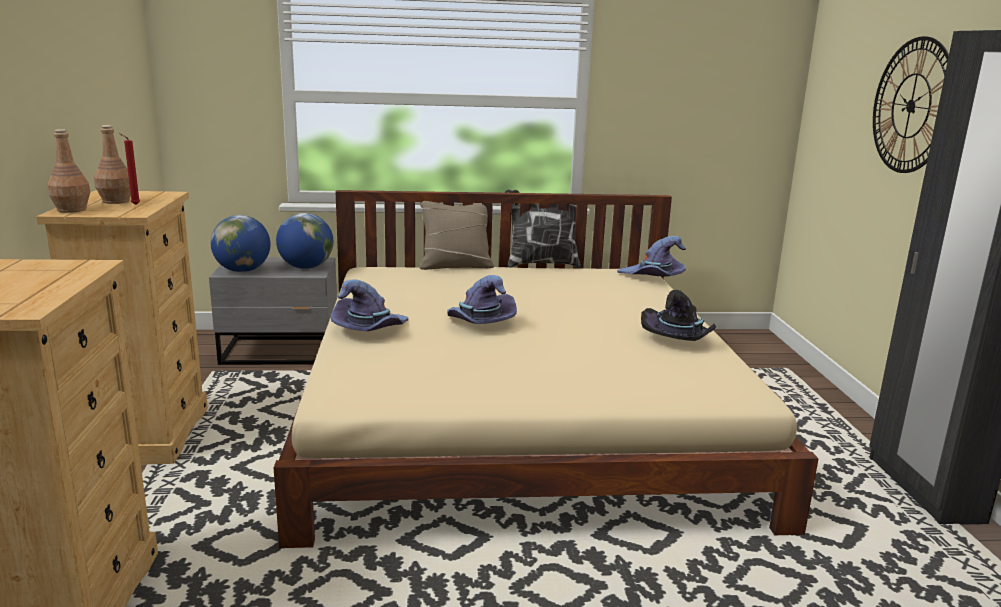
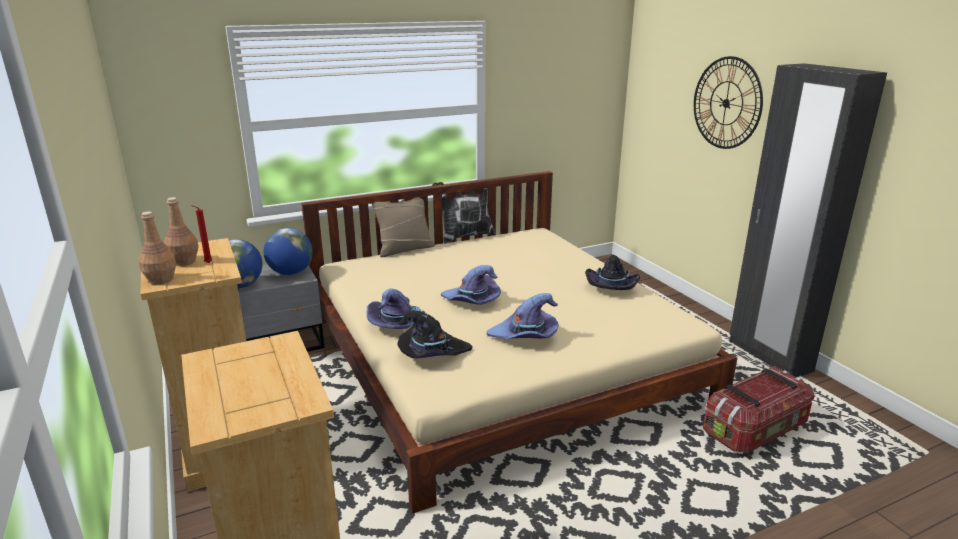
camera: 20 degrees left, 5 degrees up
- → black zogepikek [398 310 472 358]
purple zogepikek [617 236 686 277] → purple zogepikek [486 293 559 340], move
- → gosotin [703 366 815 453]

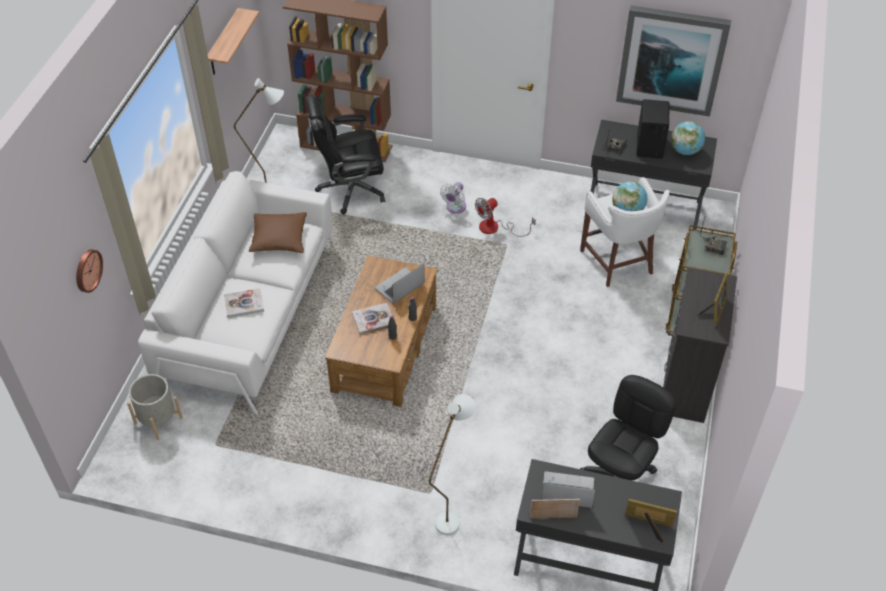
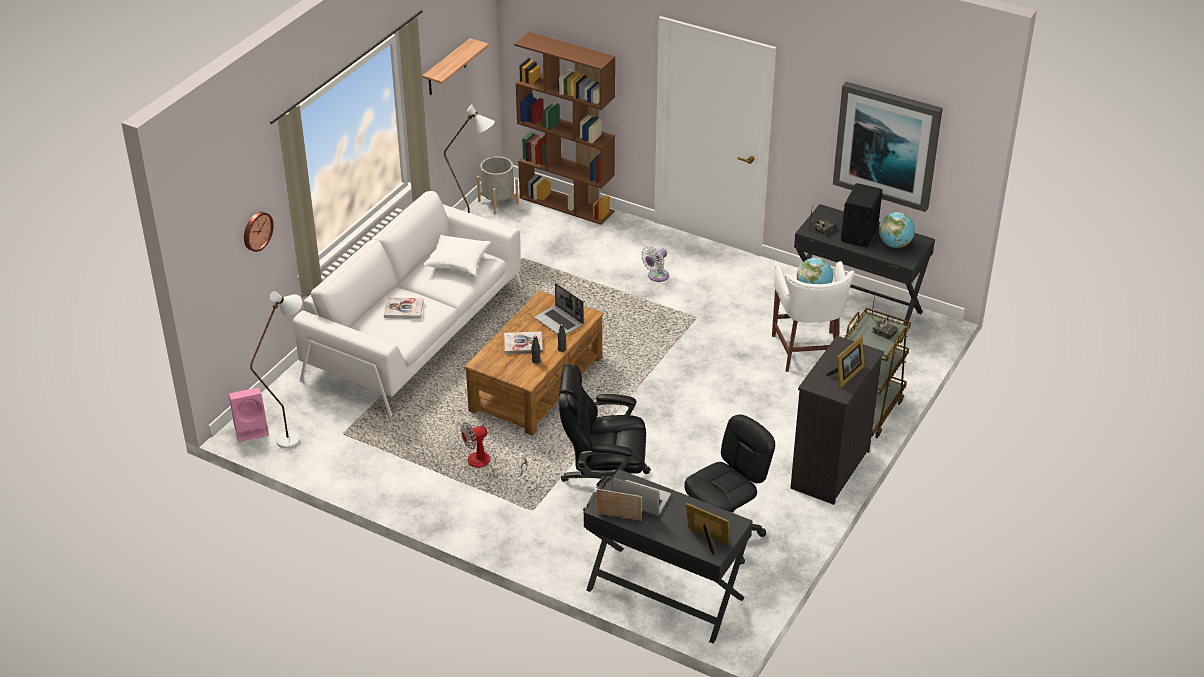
camera: 15 degrees right, 10 degrees down
- → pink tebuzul [229 388 269 442]
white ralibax [429 394 476 535] → white ralibax [250 291 302 449], move
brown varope [249 212 307 253] → white varope [423 235 491 276]
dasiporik [475 198 536 237] → dasiporik [461 422 527 477], move
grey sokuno [127 374 183 440] → grey sokuno [477 157 519 214], move
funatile [375 264 425 304] → funatile [534 283 584 334], 105 degrees counterclockwise
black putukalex [305 95 385 214] → black putukalex [559 364 651 511], move

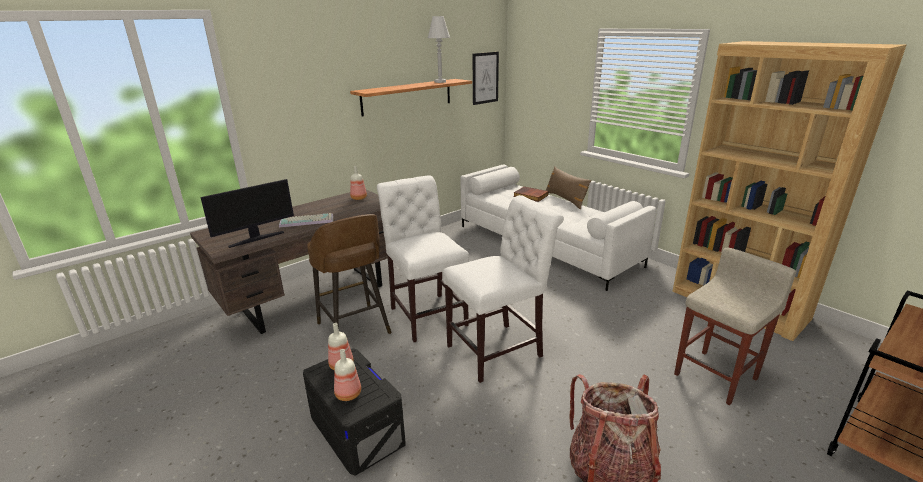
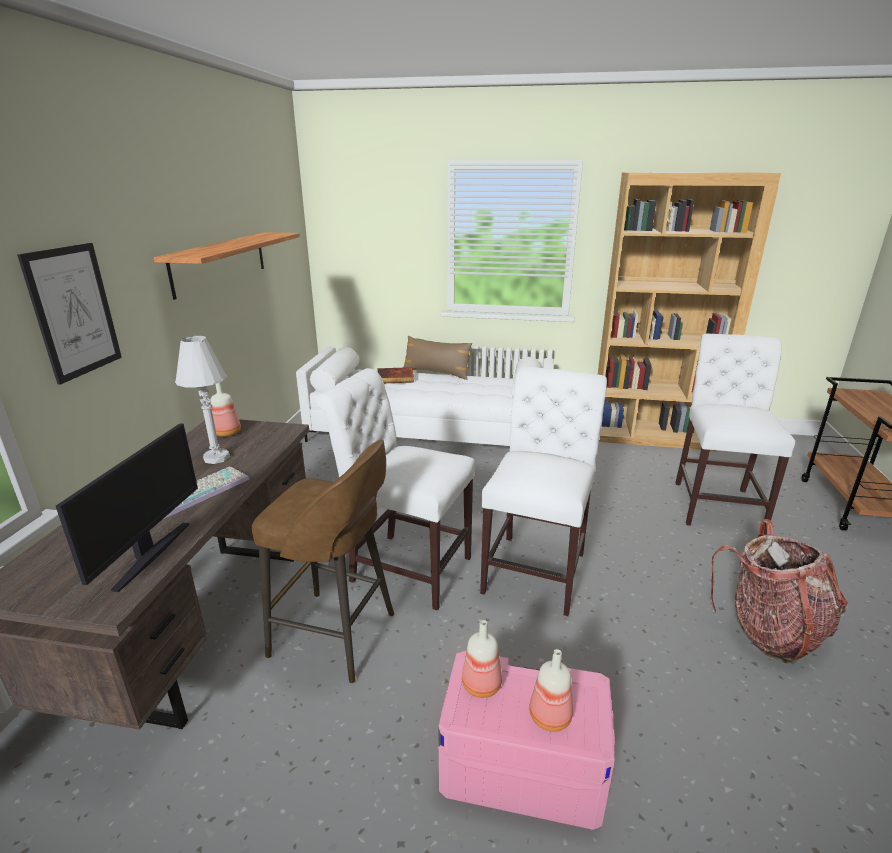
camera: 40 degrees left, 0 degrees up
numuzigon [473 52 499 105] → numuzigon [17 243 122 385], move
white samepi [428 16 450 83] → white samepi [175 336 230 464], move
black gosotin [303 348 406 476] → pink gosotin [438 651 616 830]
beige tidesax [674 247 797 405] → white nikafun [675 334 795 535]

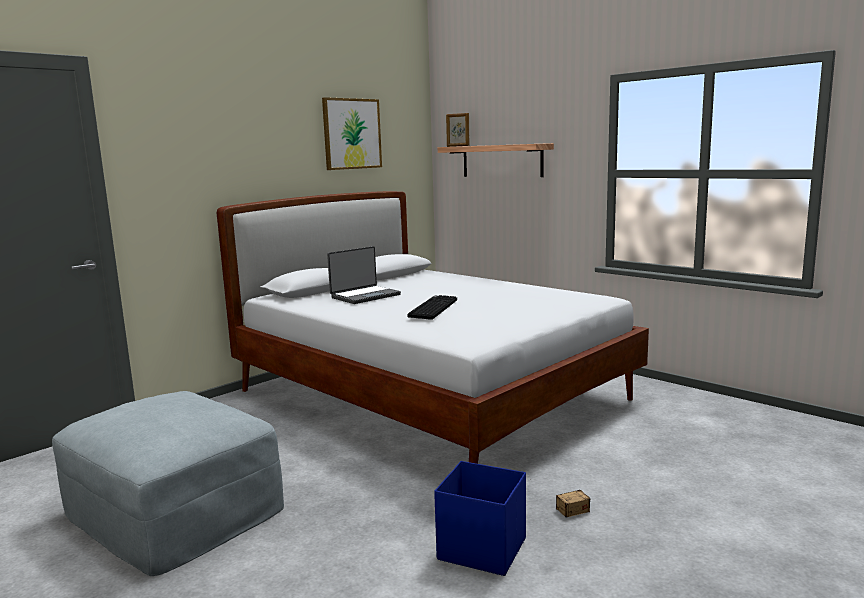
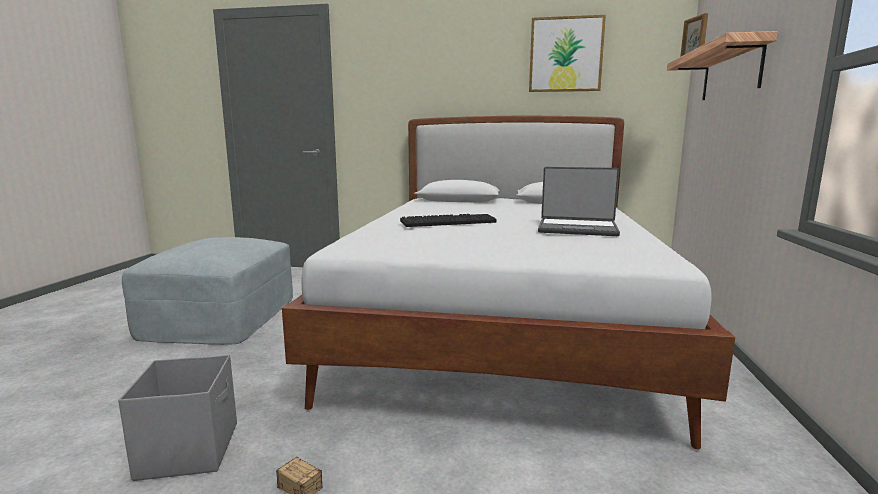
camera: 55 degrees right, 0 degrees up
blue gosotin [434 461 526 576] → grey gosotin [118 355 237 481]
funatile [327 246 401 304] → funatile [538 167 620 236], move

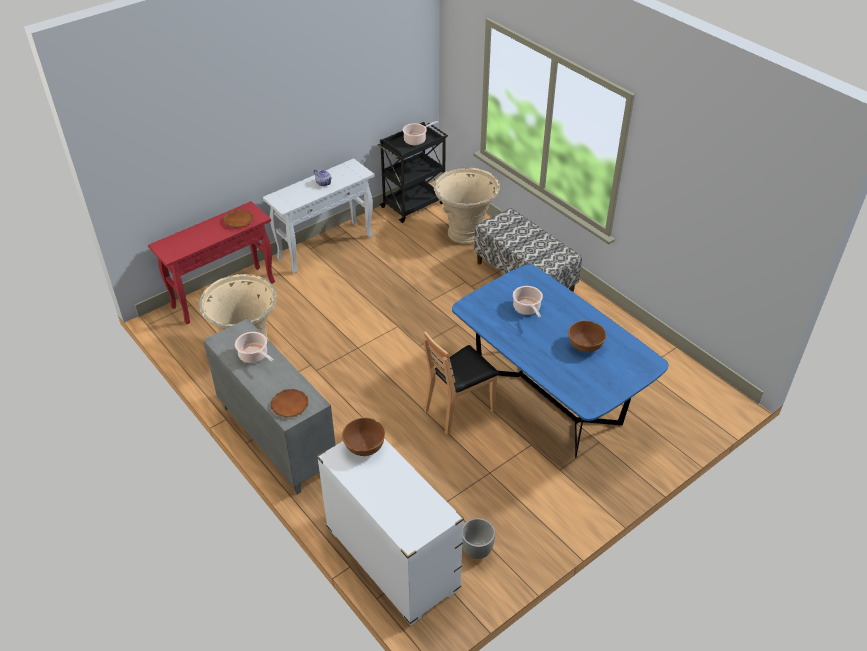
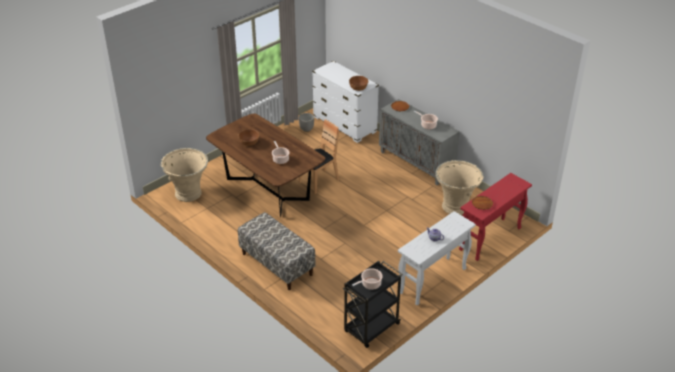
camera: 175 degrees right, 5 degrees down
beige sokuno [434 167 500 244] → beige sokuno [161 148 208 202], move
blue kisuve [452 265 669 458] → brown kisuve [206 114 325 218]

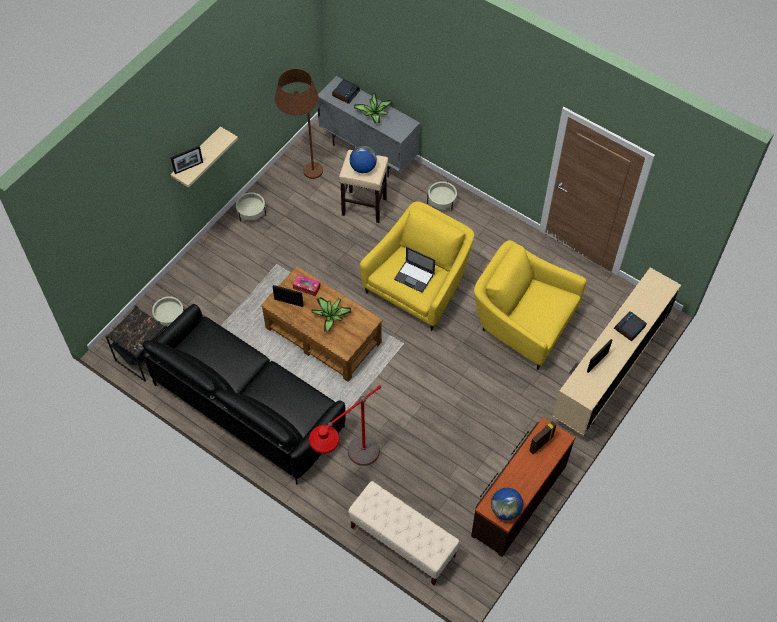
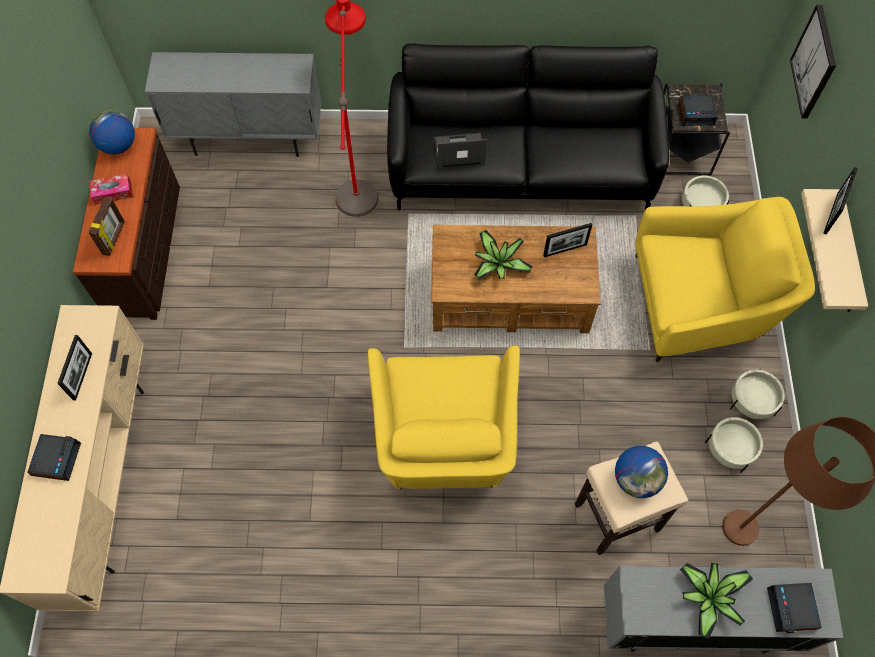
camera: 145 degrees right, 5 degrees up
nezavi [293 274 321 297] → nezavi [89 174 133 205], move
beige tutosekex [348 481 459 585] → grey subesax [145 52 321 157]
funatile [394 247 435 293] → funatile [434 133 487 168], move
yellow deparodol [474 240 587 370] → yellow deparodol [635 197 815 362], move
- → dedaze [679 95 718 126]
beige sokuno [427 181 457 211] → beige sokuno [705 417 763 473], move
- → numuzigon [790 5 836 119]

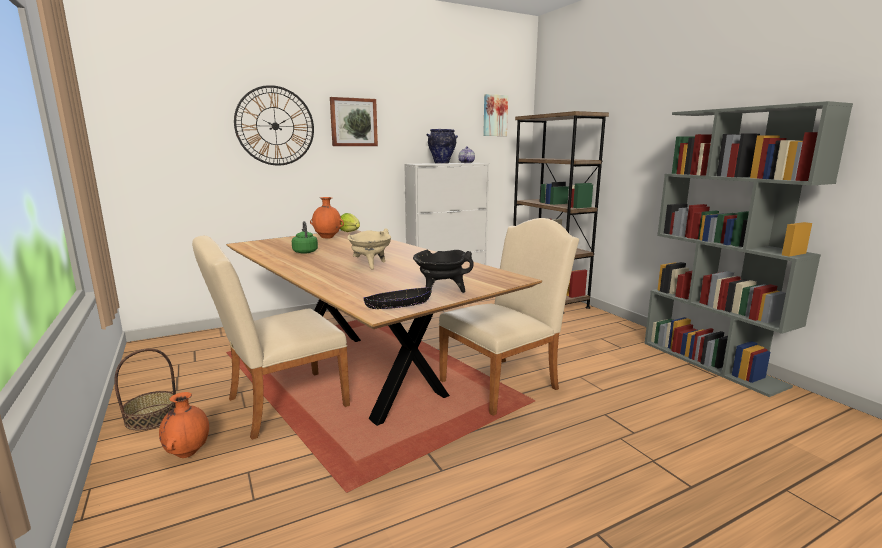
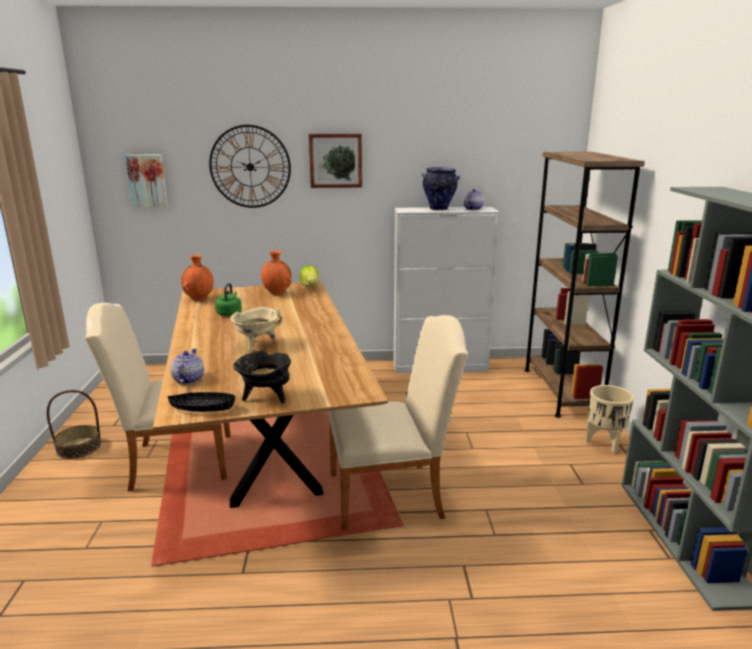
camera: 25 degrees right, 5 degrees up
numuzigon [483 94 508 136] → numuzigon [125 155 168 208], move
- → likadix [170 348 204 384]
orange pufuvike [159 392 209 458] → orange pufuvike [181 255 214 301], move
- → beige sokuno [586 385 634 453]

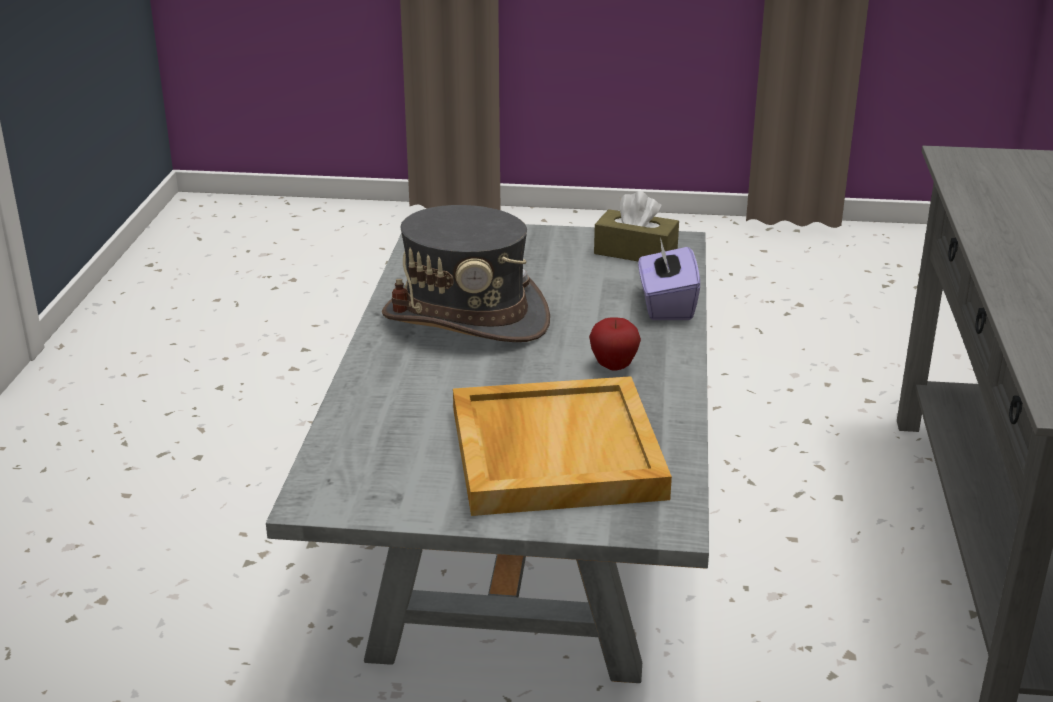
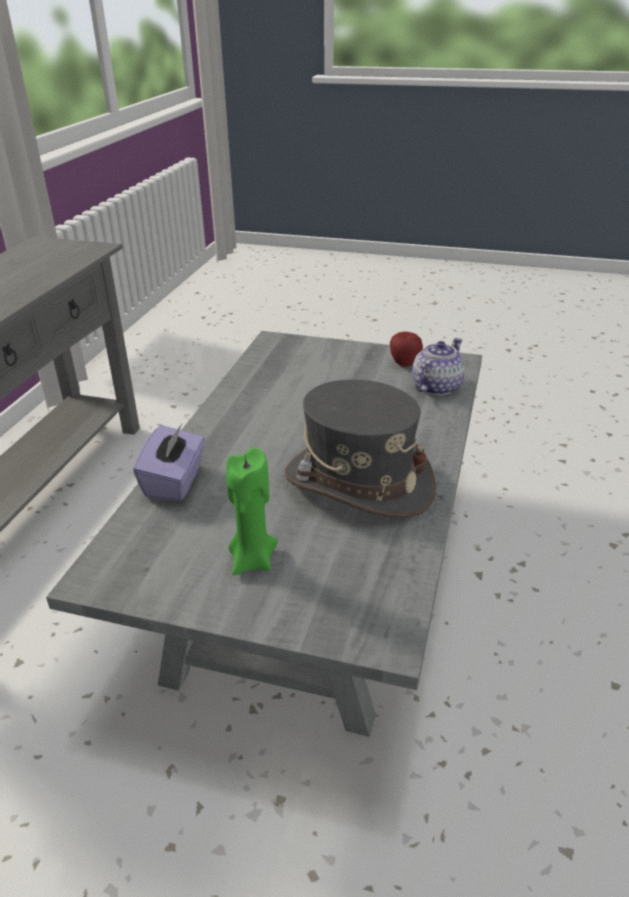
camera: 170 degrees left, 5 degrees up
- → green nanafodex [226 448 278 575]
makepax [589 317 641 371] → makepax [390 332 423 367], move
- → likadix [412 338 465 395]
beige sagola [453 376 672 516] → -
brown nezavi [594 191 679 262] → -

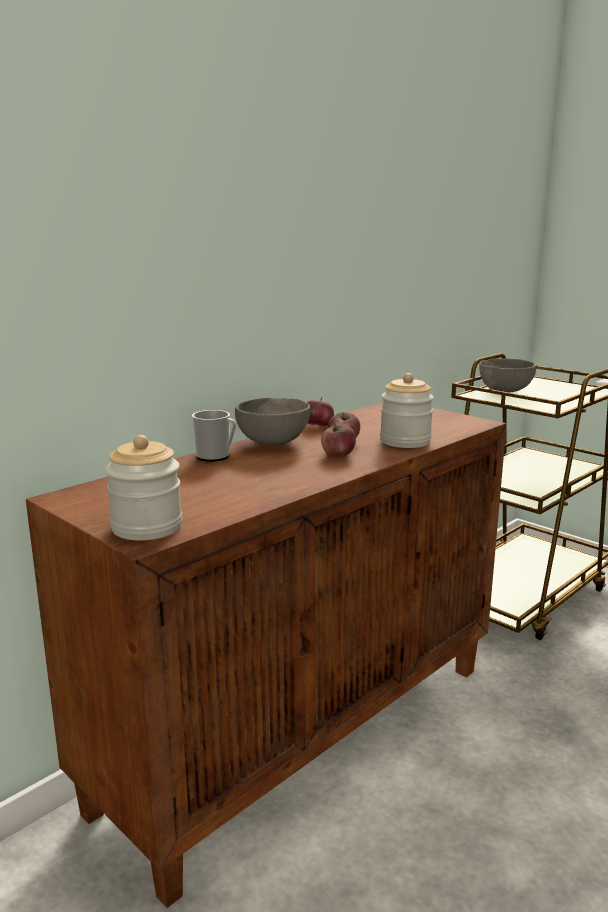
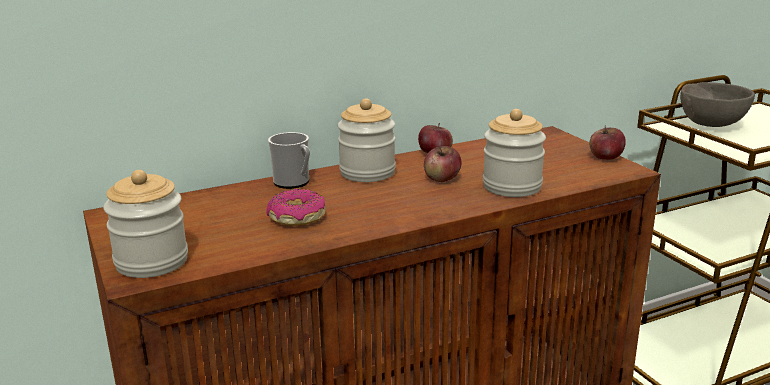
camera: 20 degrees right, 5 degrees up
- → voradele [266 189 326 226]
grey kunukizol [235 398 311 445] → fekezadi [338 99 396 182]
makepax [321 423 356 457] → makepax [589 126 626 160], move

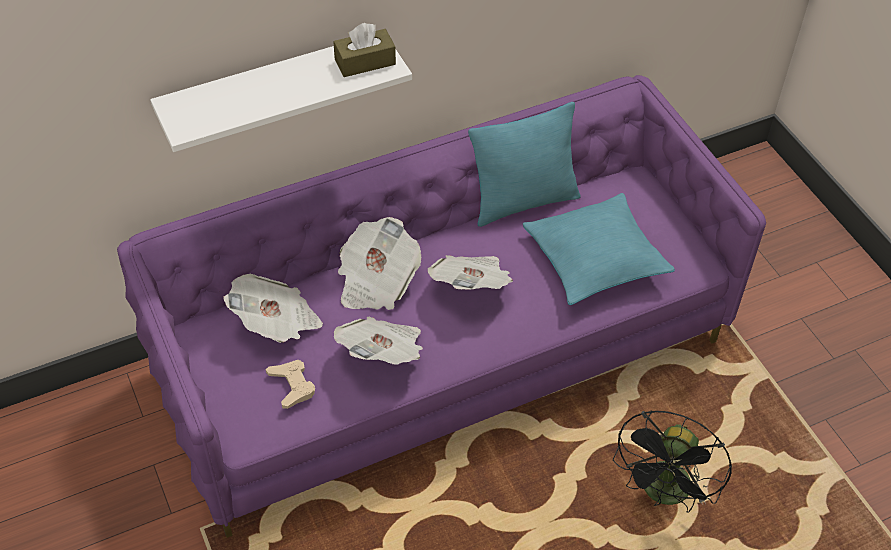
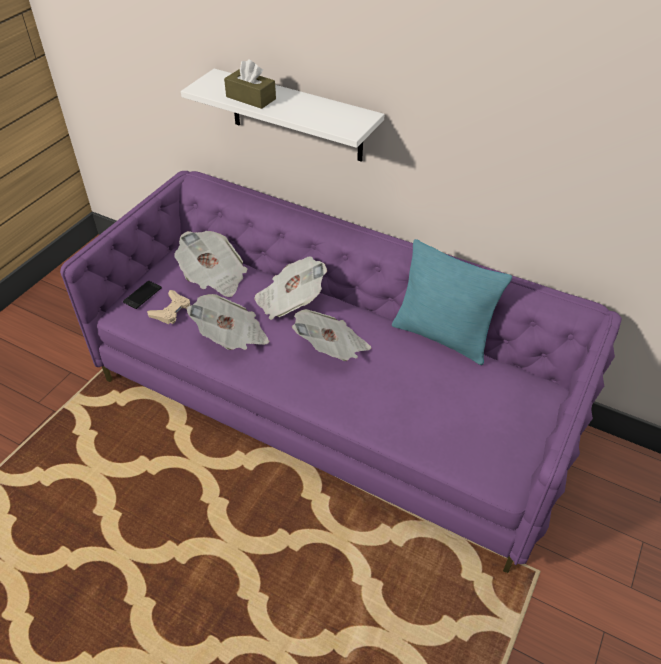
camera: 55 degrees right, 5 degrees down
- → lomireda [123 281 162 309]
brown nezavi [333 23 396 77] → brown nezavi [224 60 276 109], move
turquoise varope [523 193 675 305] → -
black dasiporik [613 411 732 513] → -

